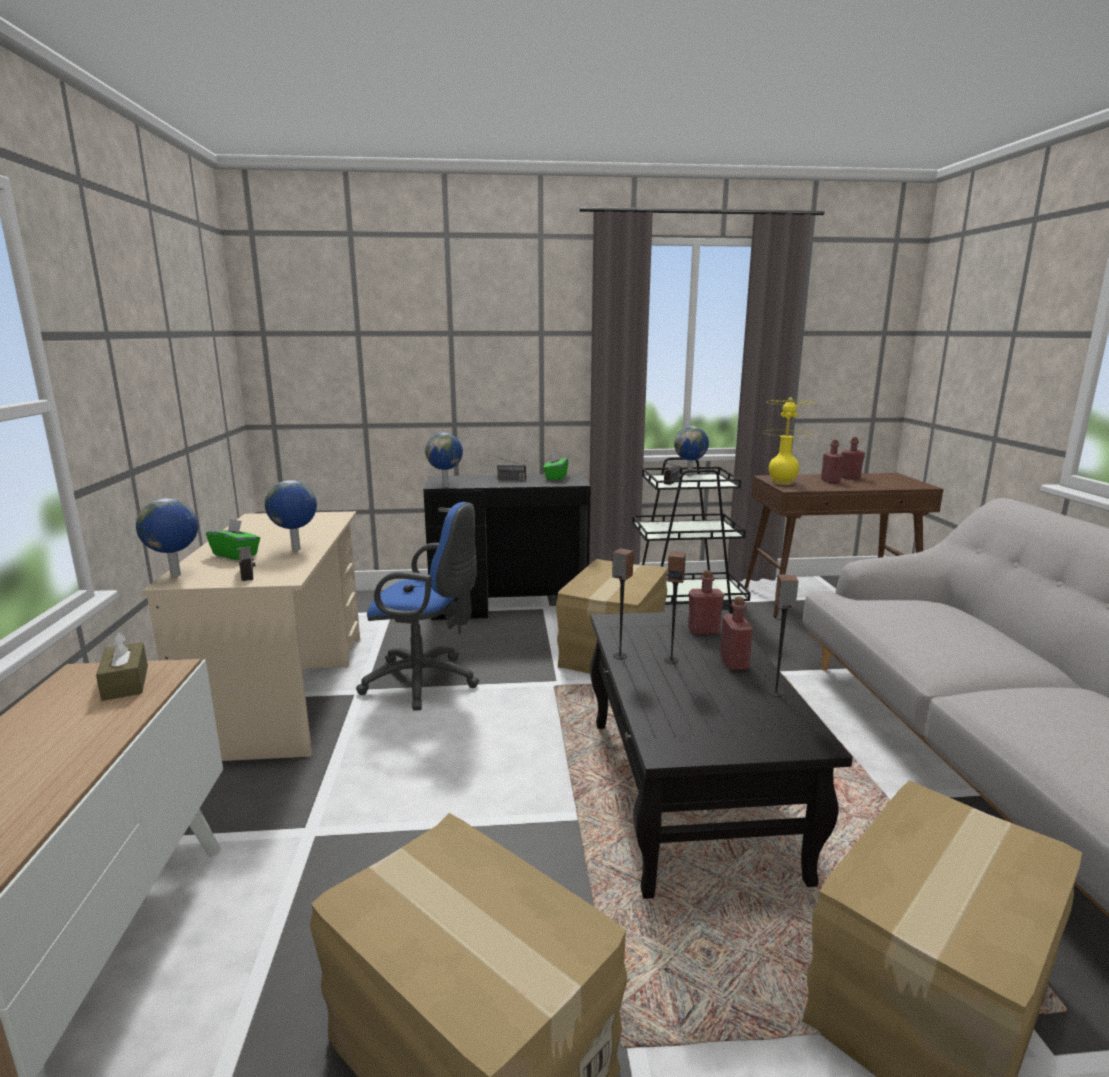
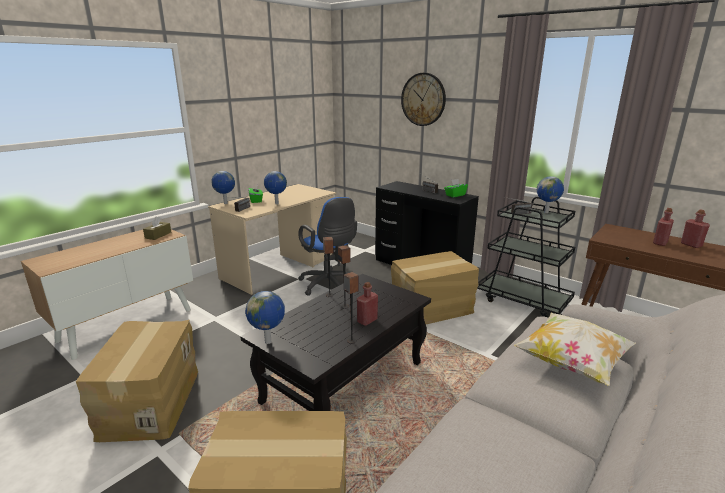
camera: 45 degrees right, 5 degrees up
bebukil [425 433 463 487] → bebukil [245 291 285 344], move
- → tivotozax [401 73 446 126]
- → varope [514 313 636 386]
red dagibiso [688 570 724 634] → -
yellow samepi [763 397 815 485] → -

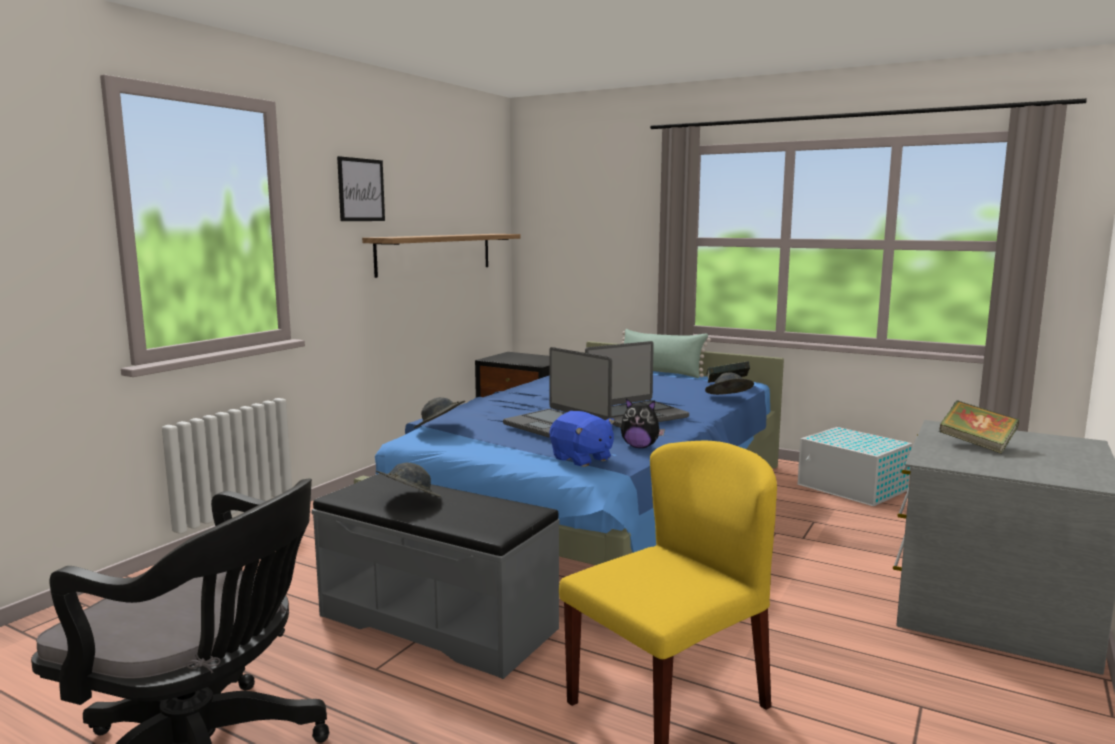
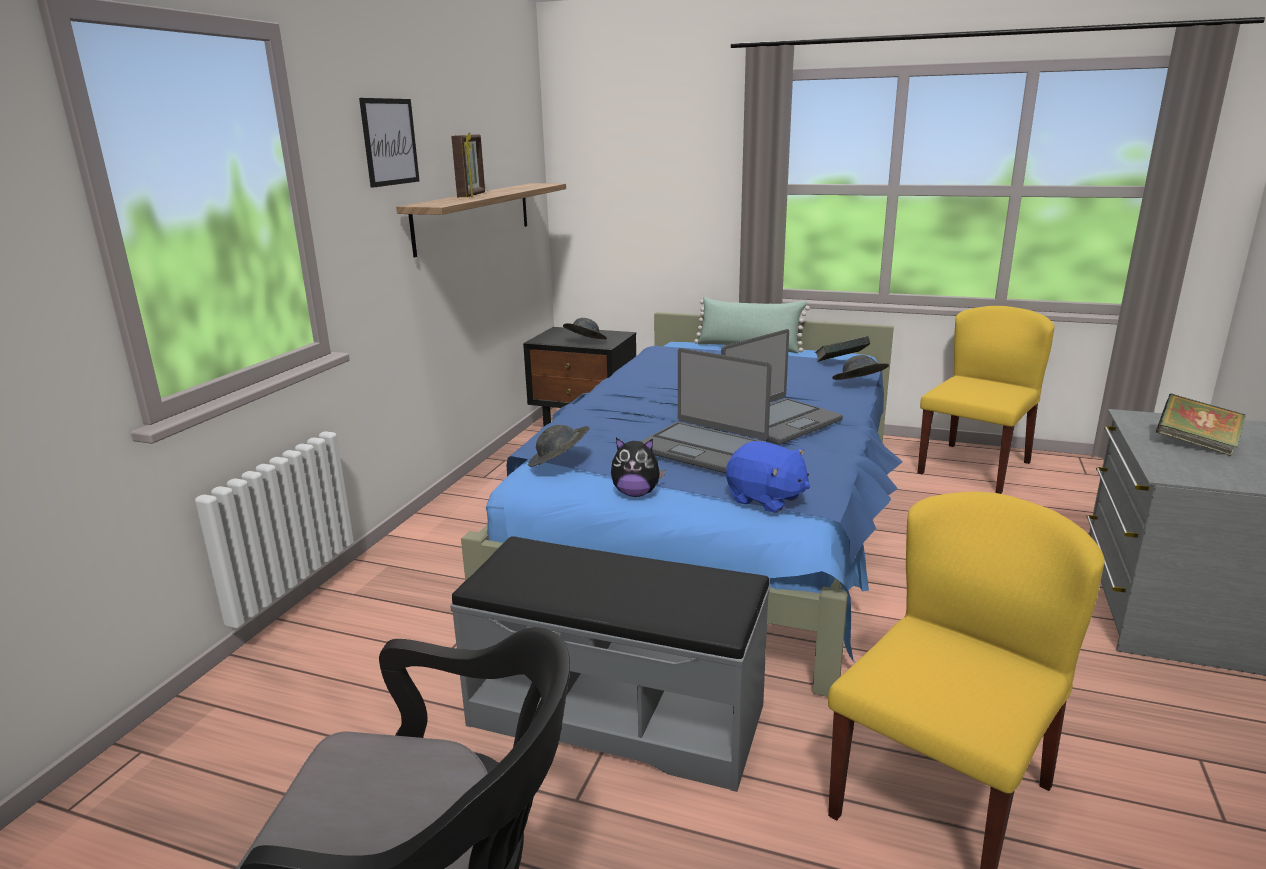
camera: 10 degrees left, 10 degrees up
- → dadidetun [451 132 485 198]
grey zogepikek [376 463 441 497] → grey zogepikek [563 318 607 340], move
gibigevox [621 399 665 448] → gibigevox [611 438 665 497], move
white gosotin [797 427 913 506] → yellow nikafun [918 306 1054 494]

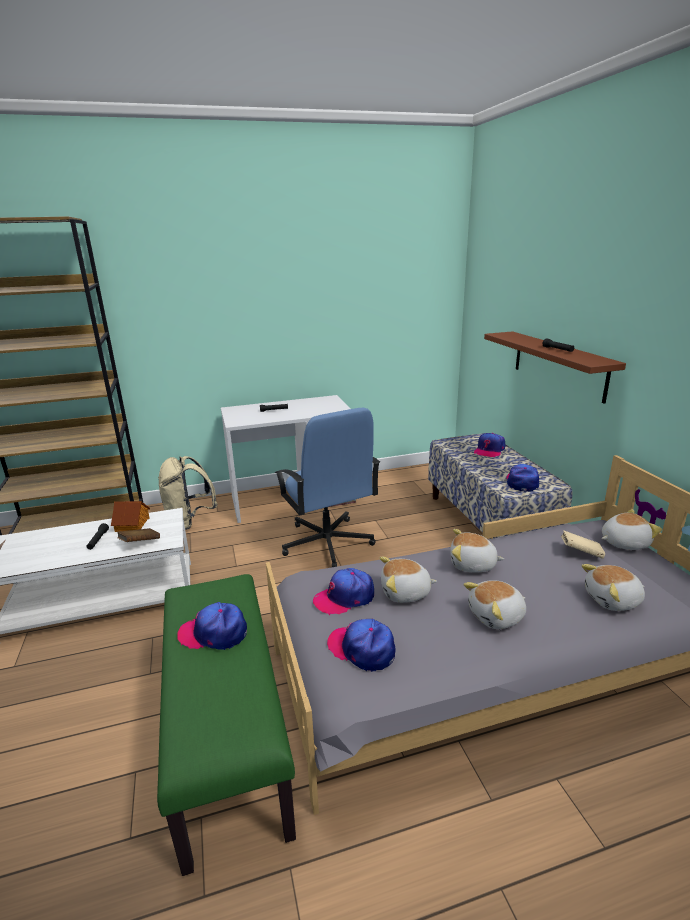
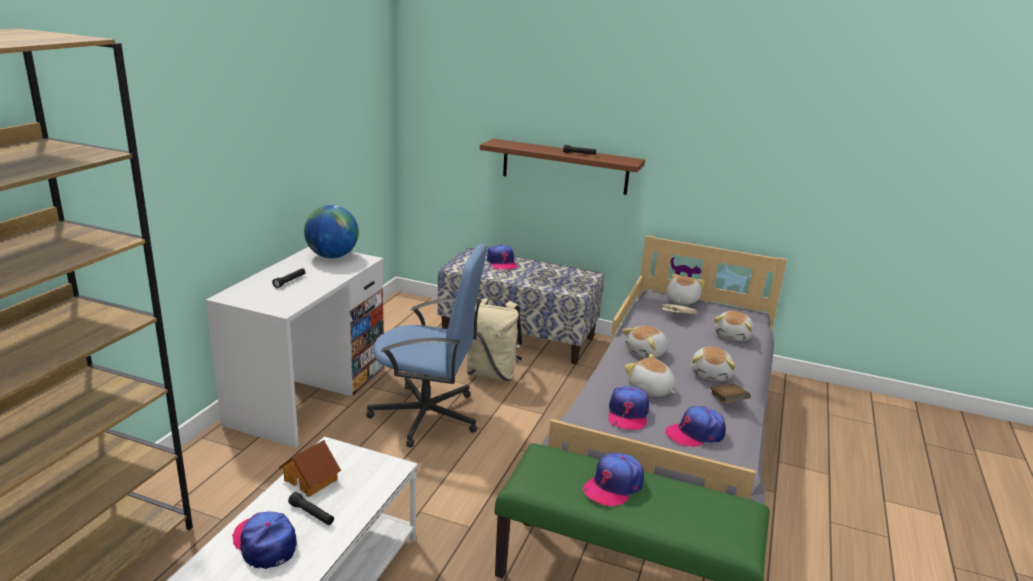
camera: 55 degrees left, 0 degrees up
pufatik [507 464 539 492] → pufatik [232 512 297 569], move
- → bebukil [304 205 359 258]
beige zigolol [158 456 217 530] → beige zigolol [467 298 523 381], move
gibigevox [380 557 437 603] → gibigevox [624 353 675 397], 105 degrees clockwise
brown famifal [117 528 160 542] → brown famifal [710 384 750 403], move

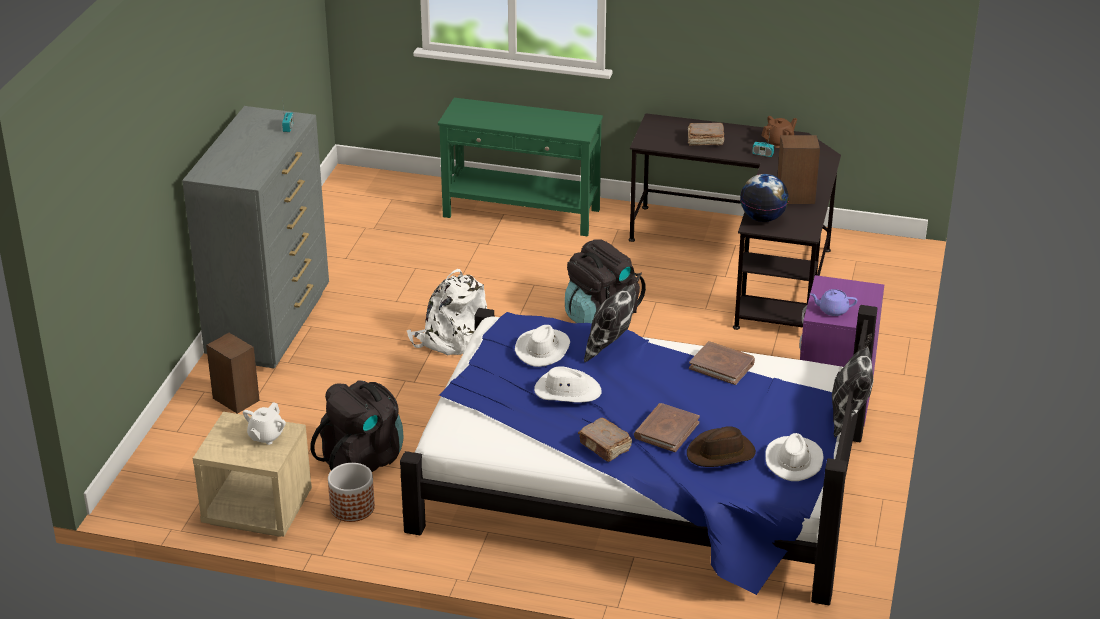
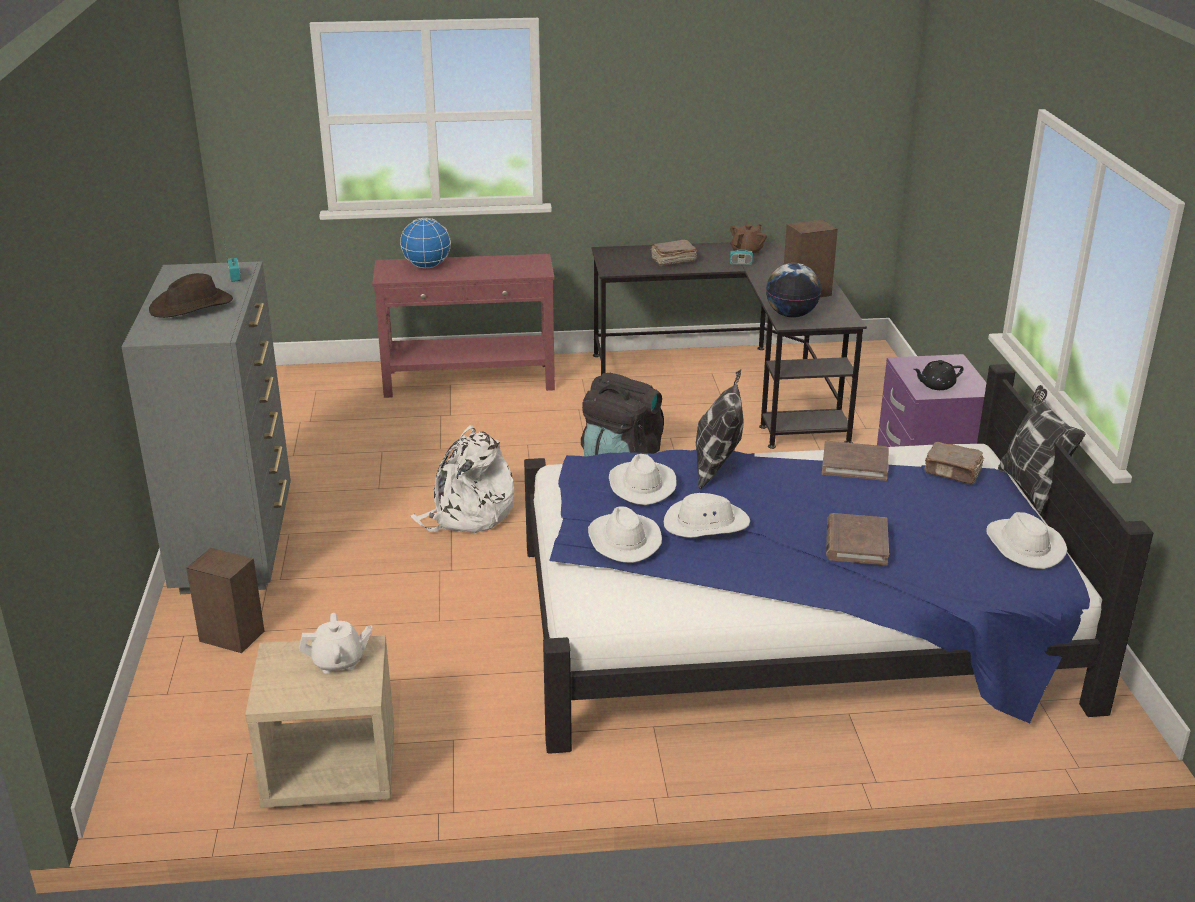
camera: 20 degrees left, 5 degrees down
brown zogepikek [687 426 756 467] → brown zogepikek [149 273 233 318], move
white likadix [243 402 286 445] → white likadix [299 613 373 674], 105 degrees counterclockwise
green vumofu [438 98 603 236] → red vumofu [372 254 555 398]
- → bebukil [400 218 451 268]
- → white zogepikek [588 506 662 563]
purple likadix [810 289 857 316] → black likadix [913 360 964 390]
brown famifal [578 418 632 462] → brown famifal [924 442 984 485], move
black zigolol [310 381 403 472] → -
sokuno [328 463 375 522] → -

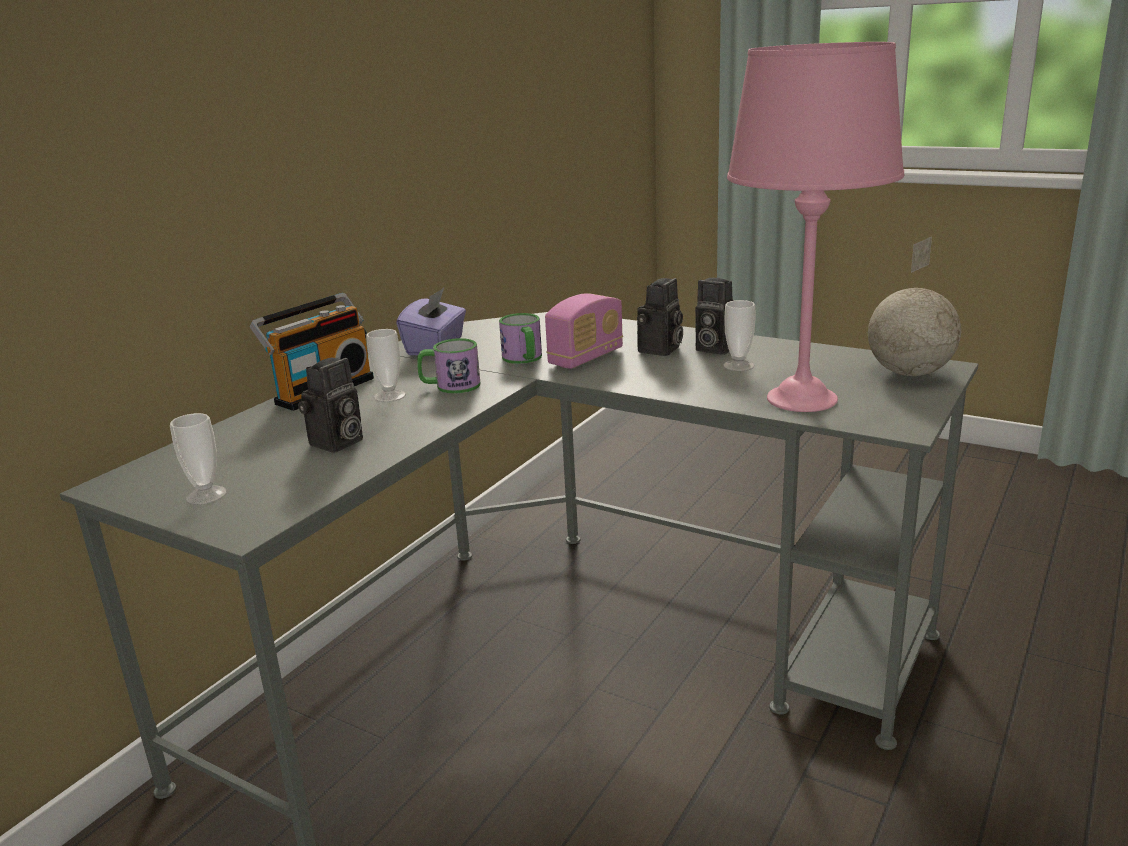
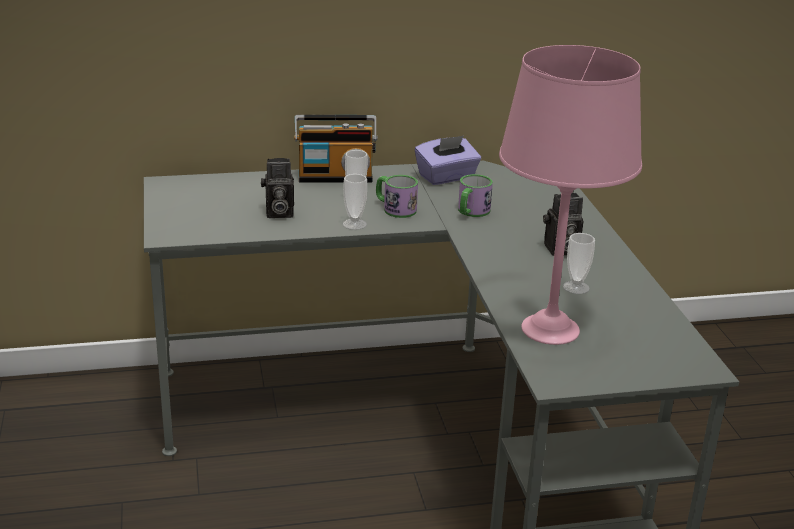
camera: 45 degrees right, 5 degrees up
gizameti [170 413 227 505] → gizameti [343 174 367 230], move
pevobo [545 293 623 369] → -
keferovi [695 278 735 355] → -
bebukil [868 237 961 376] → -

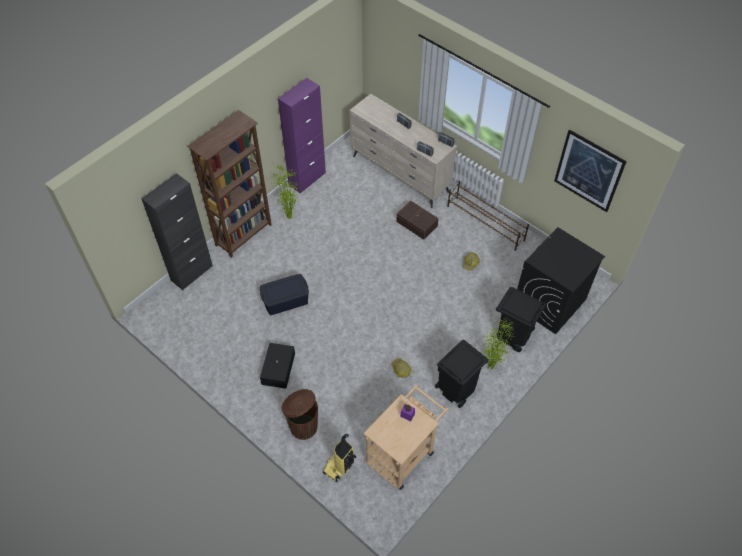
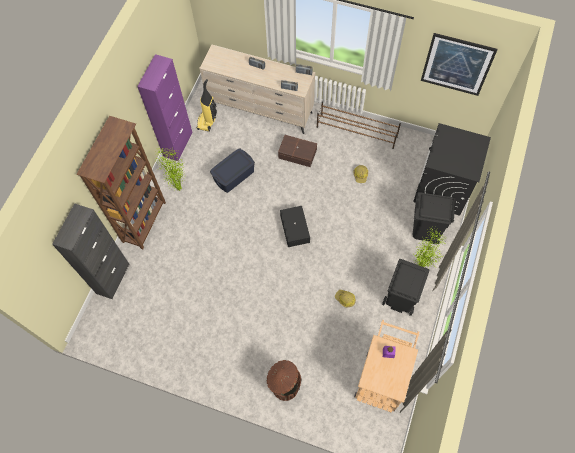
camera: 20 degrees left, 10 degrees up
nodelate [323 434 356 482] → nodelate [197 79 217 132], move
blue gosotin [260 274 309 315] → blue gosotin [210 148 255 193], move
black gosotin [260 343 295 388] → black gosotin [280 206 310 247], move

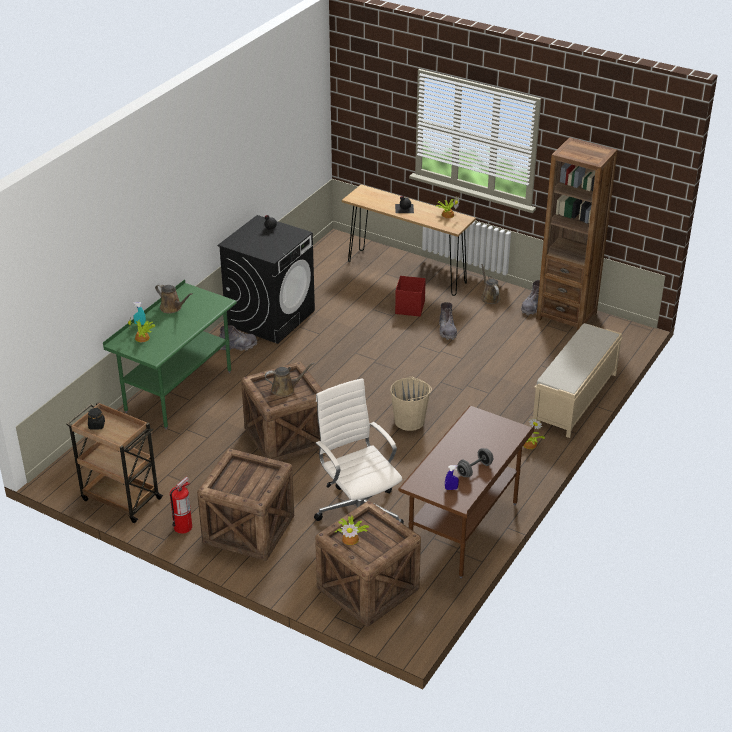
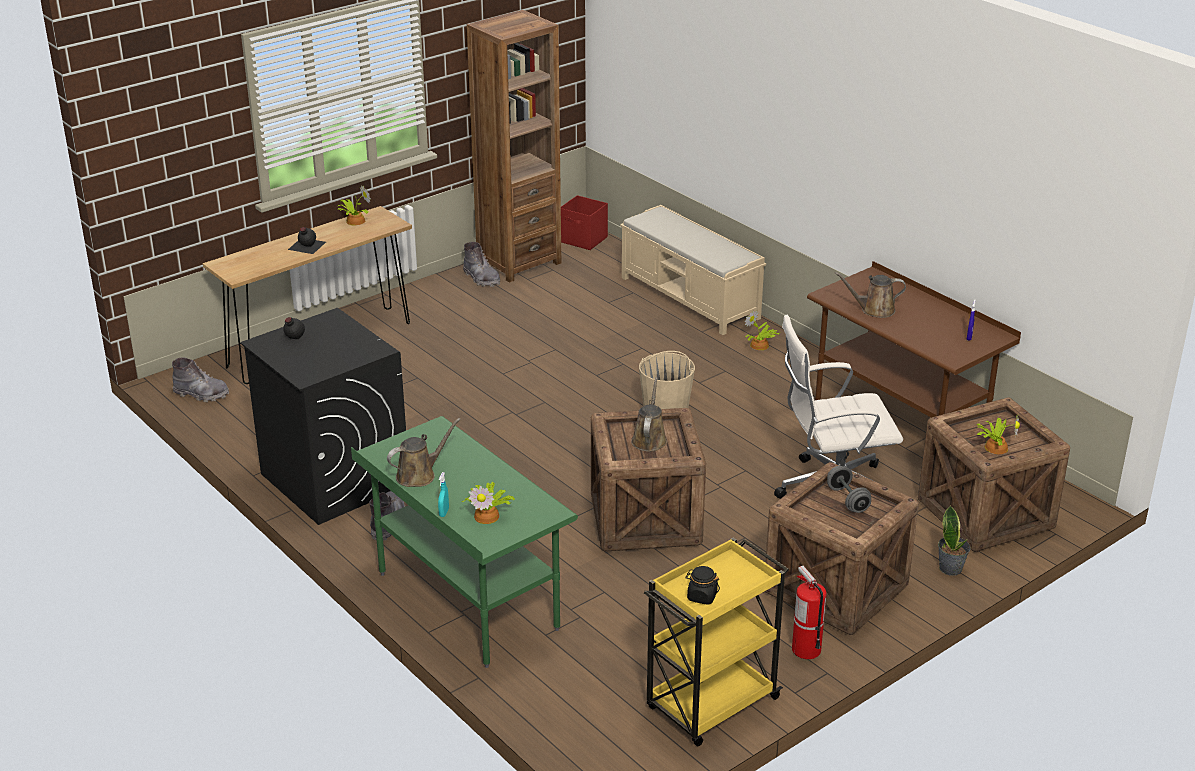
camera: 70 degrees left, 5 degrees down
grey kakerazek [439 302 457 340] → grey kakerazek [172 357 229 402], move
red gosotin [395 276 426 317] → red gosotin [561 195 608 250], move
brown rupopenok [67 402 163 523] → yellow rupopenok [644 537 789 746]
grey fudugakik [457 448 493 477] → grey fudugakik [827 466 871 513], move
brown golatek [481 264 500 304] → brown golatek [835 272 906 318], move
- → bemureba [938 505 971 576]

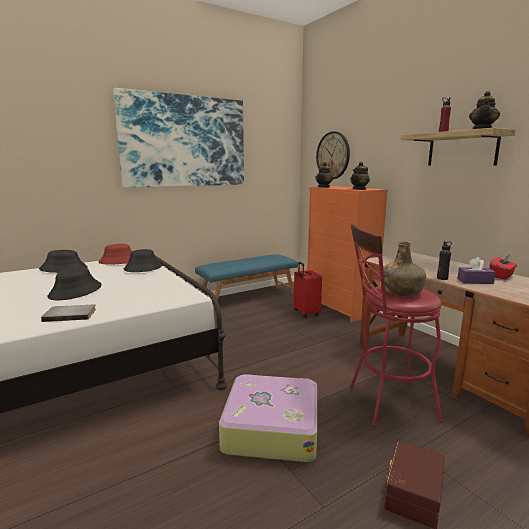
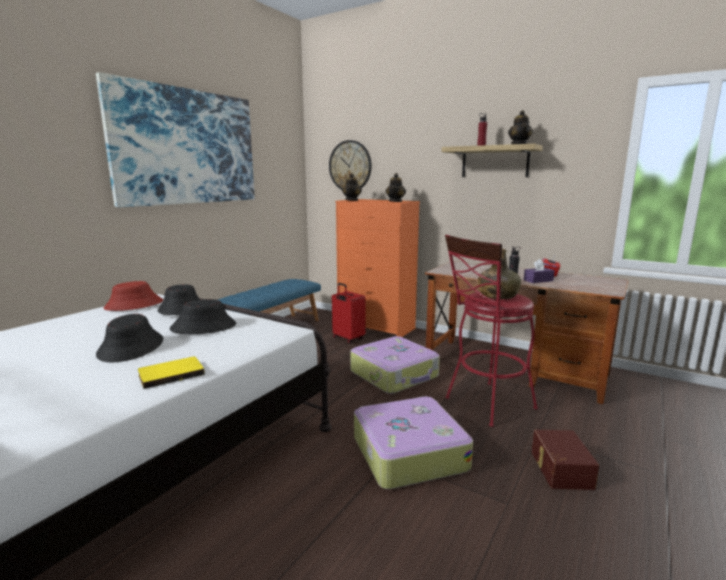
camera: 25 degrees left, 0 degrees up
grey famifal [41 304 96 322] → yellow famifal [138 357 205 389]
black zogepikek [39 250 88 273] → black zogepikek [169 299 236 334], move
- → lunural [350 336 440 394]

